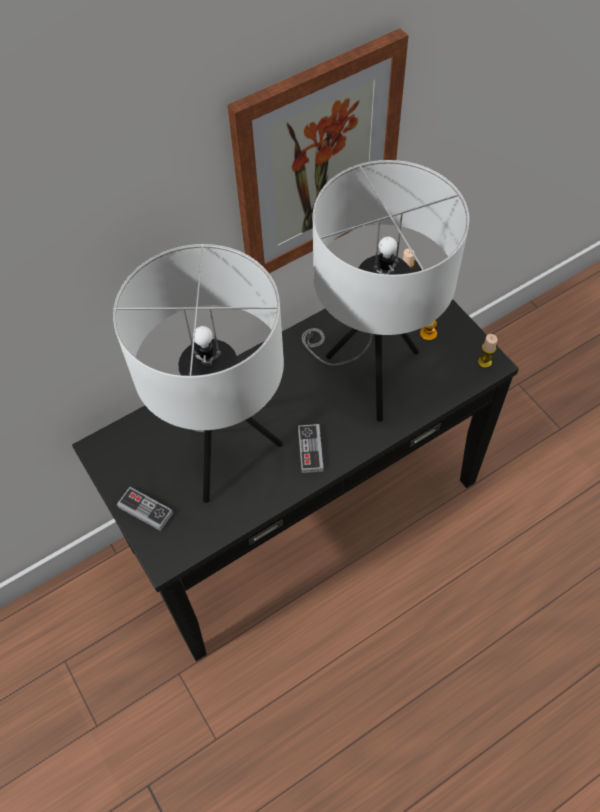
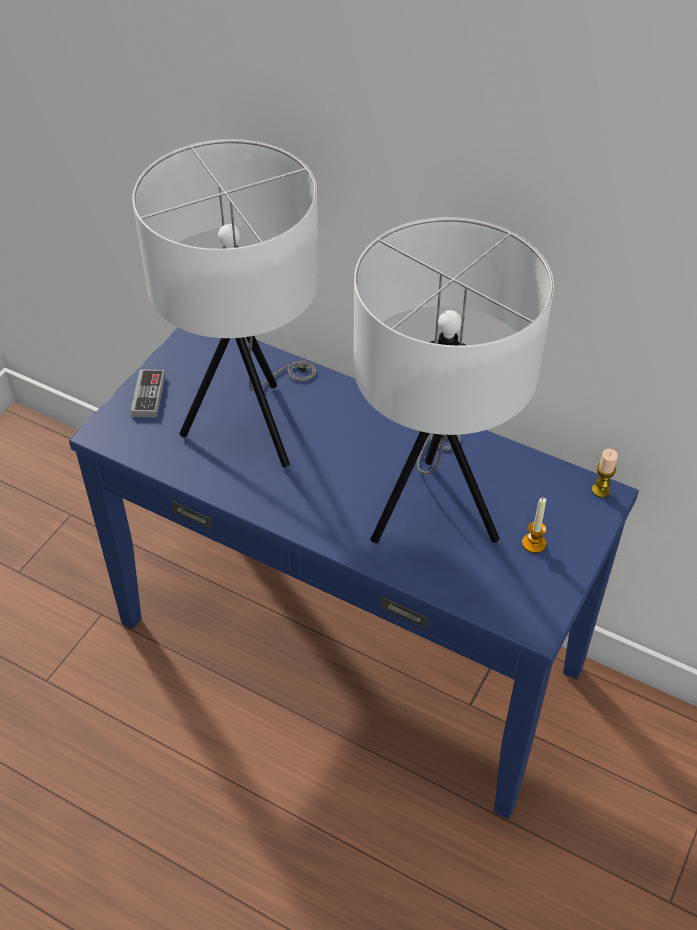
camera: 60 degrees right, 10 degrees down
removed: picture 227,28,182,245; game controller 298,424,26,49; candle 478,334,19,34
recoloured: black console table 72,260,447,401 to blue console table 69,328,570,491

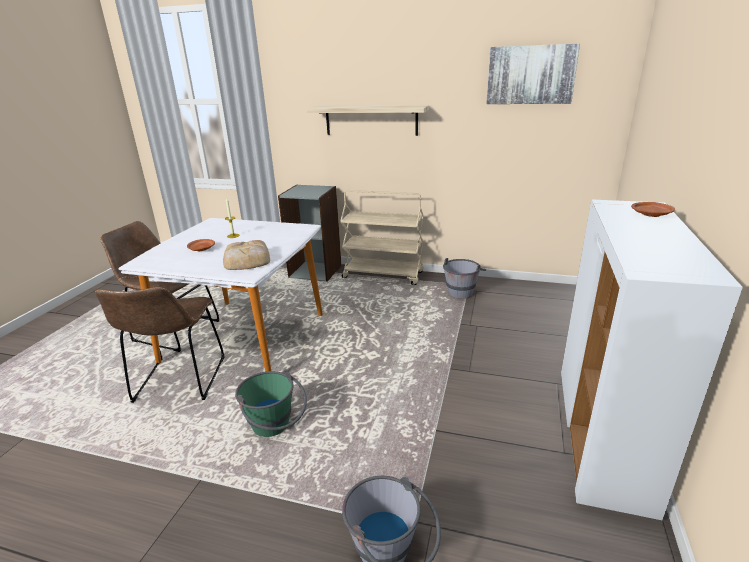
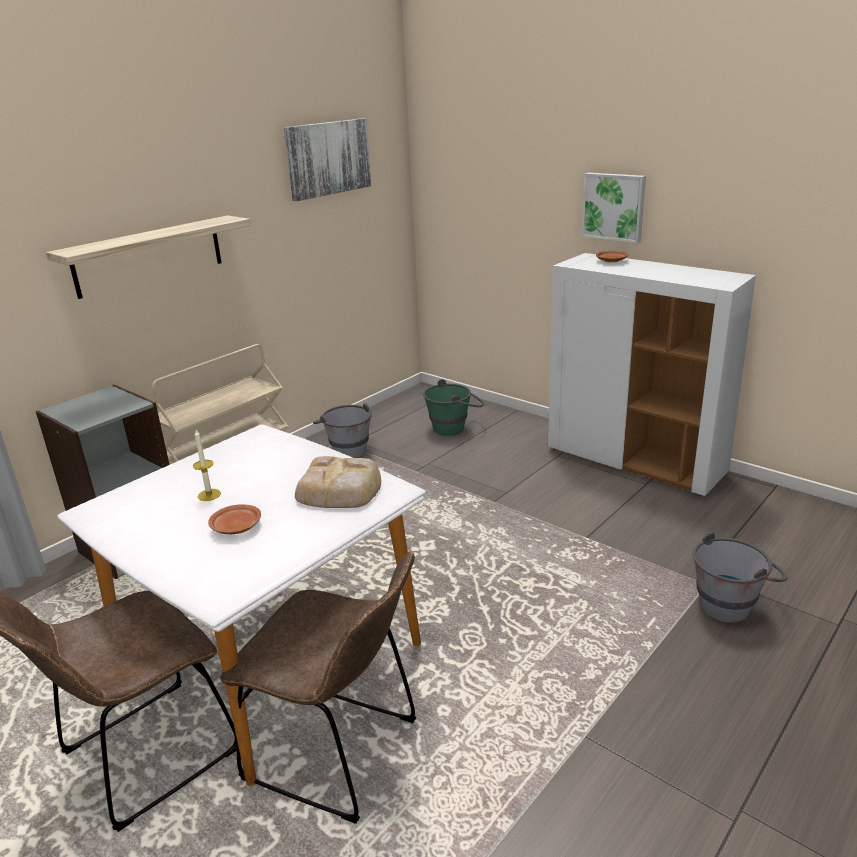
camera: 65 degrees left, 0 degrees up
added: picture 581,173,65,70
moved: green bucket 235,371,72,66 to 423,379,61,57

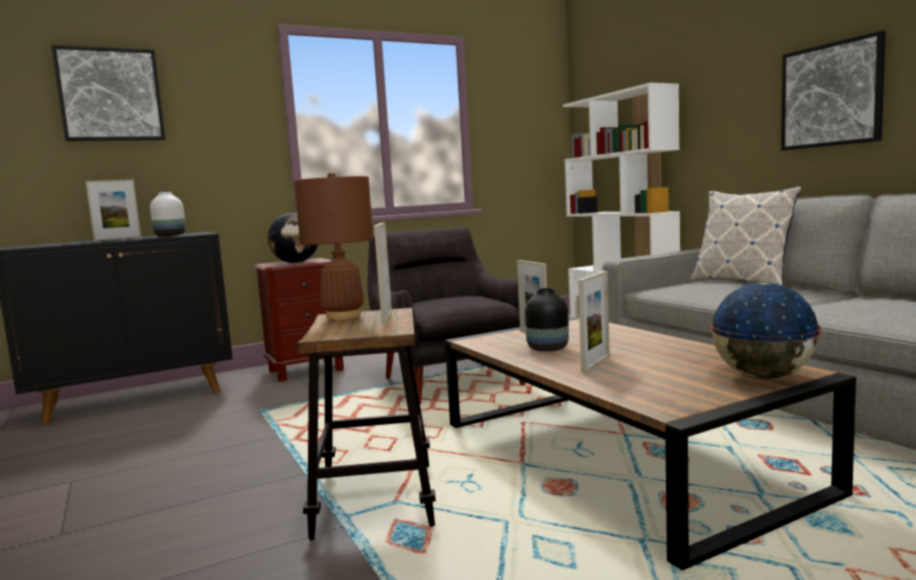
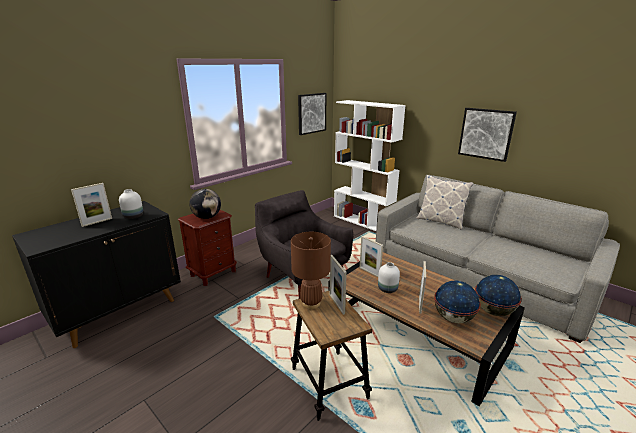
camera: 20 degrees left, 15 degrees up
added: globe 434,281,47,42
moved: picture 51,45,114,96 to 298,93,28,42
recoloured: black vase 525,288,44,63 to white vase 378,262,22,31

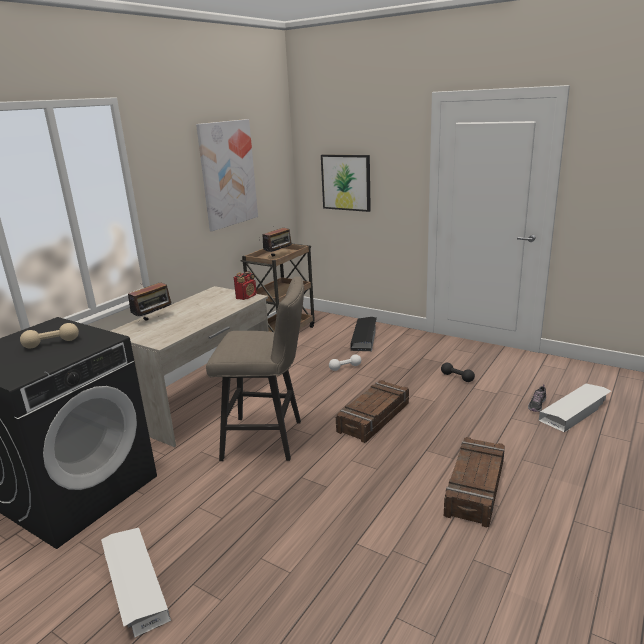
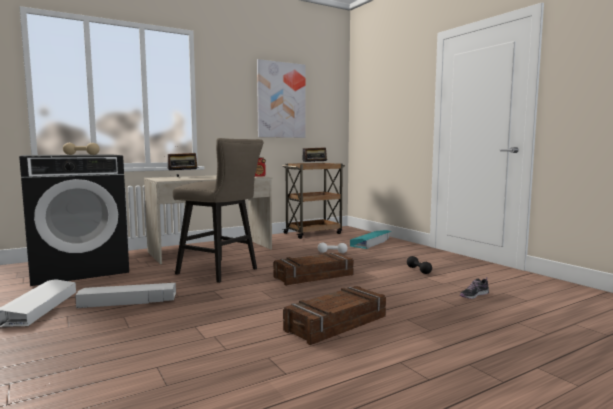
camera: 25 degrees right, 15 degrees down
removed: picture 321,154,50,58
moved: white storage box 539,384,72,49 to 75,283,101,25
recoloured: black storage box 351,317,26,34 to turquoise storage box 350,230,41,19

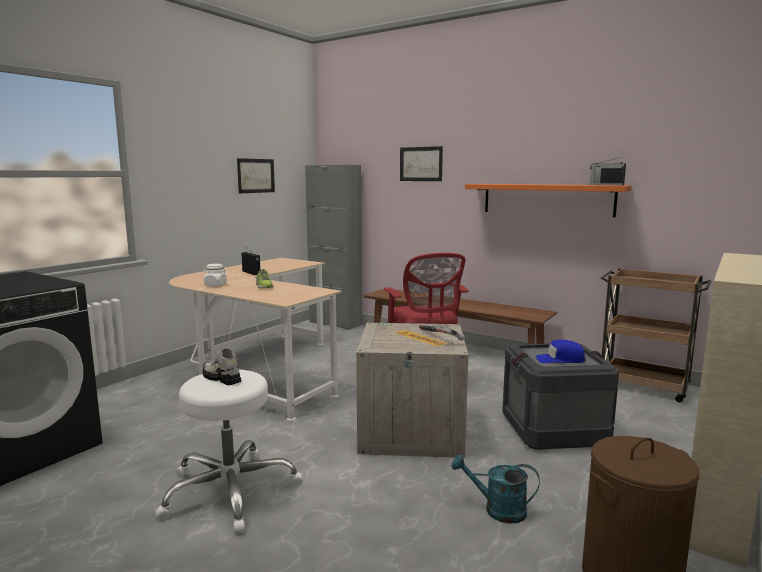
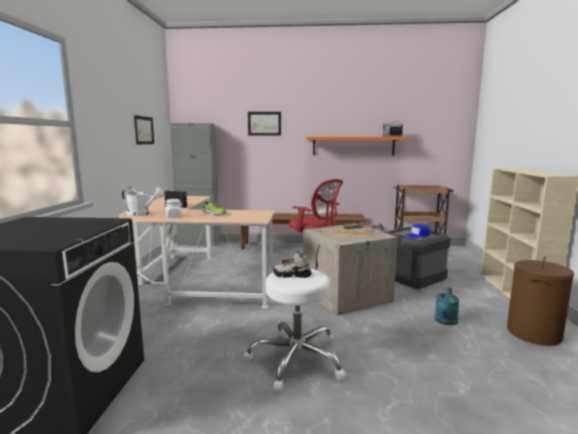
camera: 30 degrees left, 0 degrees up
added: white watering can 122,187,41,29
turned: turquoise watering can 452,454,88,70 = 435,287,25,38 45 degrees counterclockwise

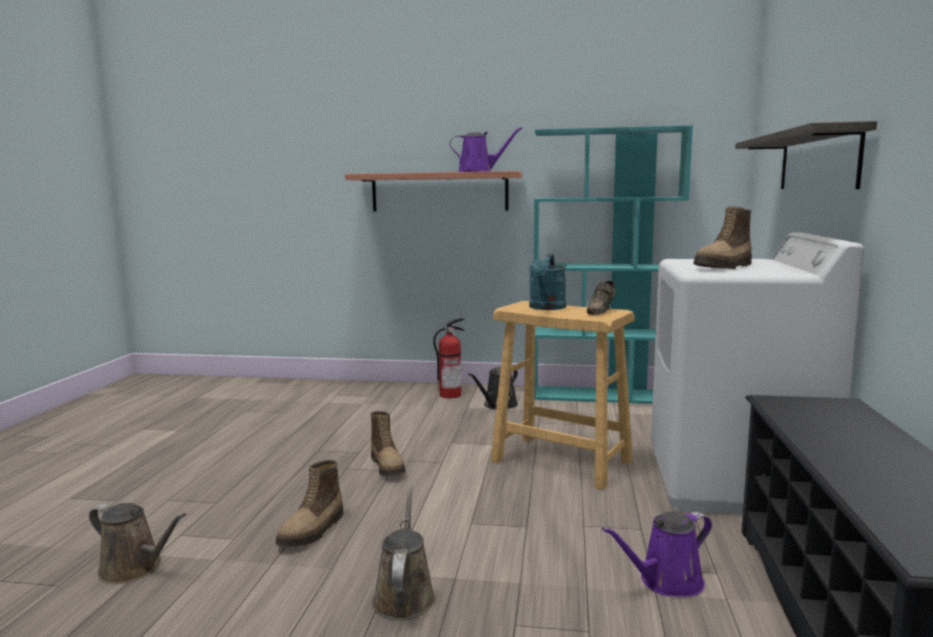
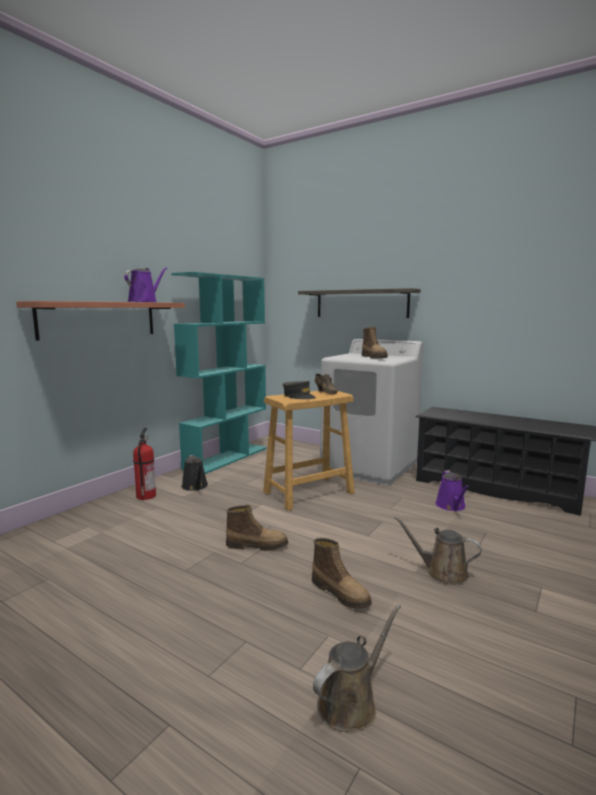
camera: 65 degrees left, 0 degrees up
replaced: turquoise watering can 529,254,37,56 to grey cap 283,381,33,18

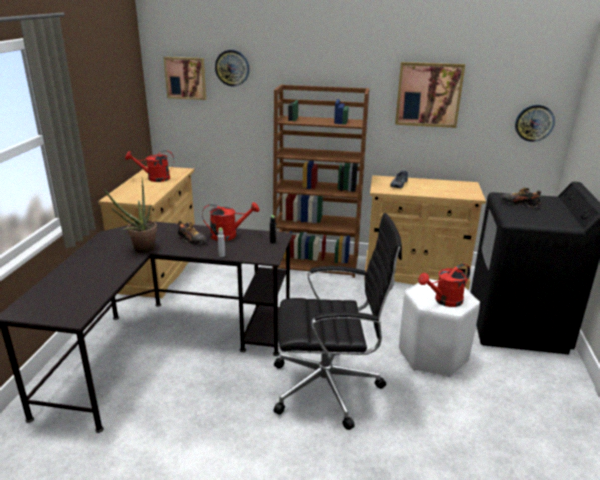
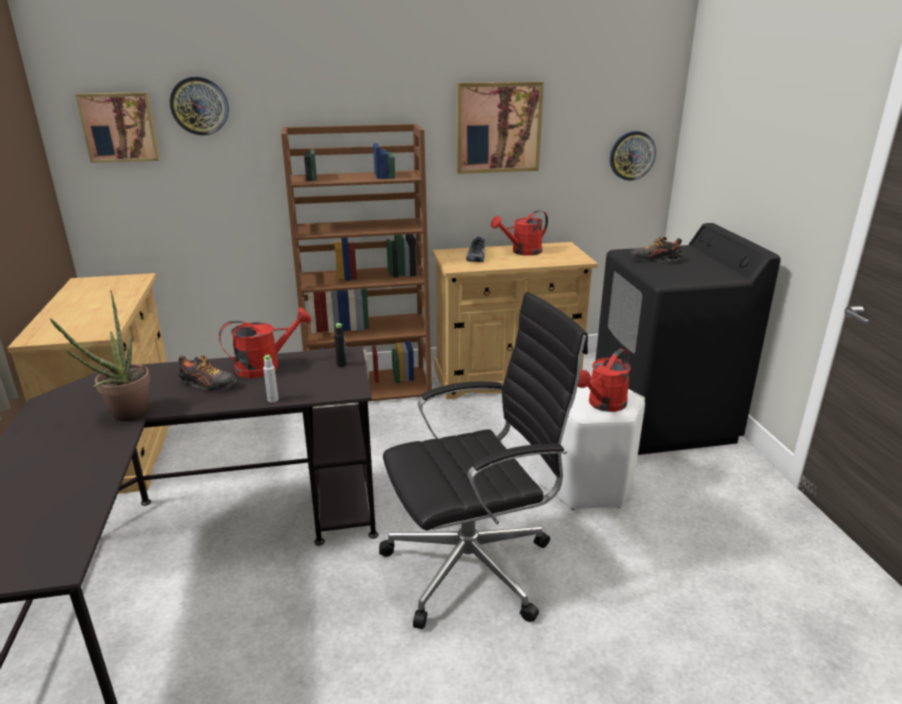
camera: 20 degrees left, 0 degrees up
moved: red watering can 125,150,49,32 to 491,210,57,46

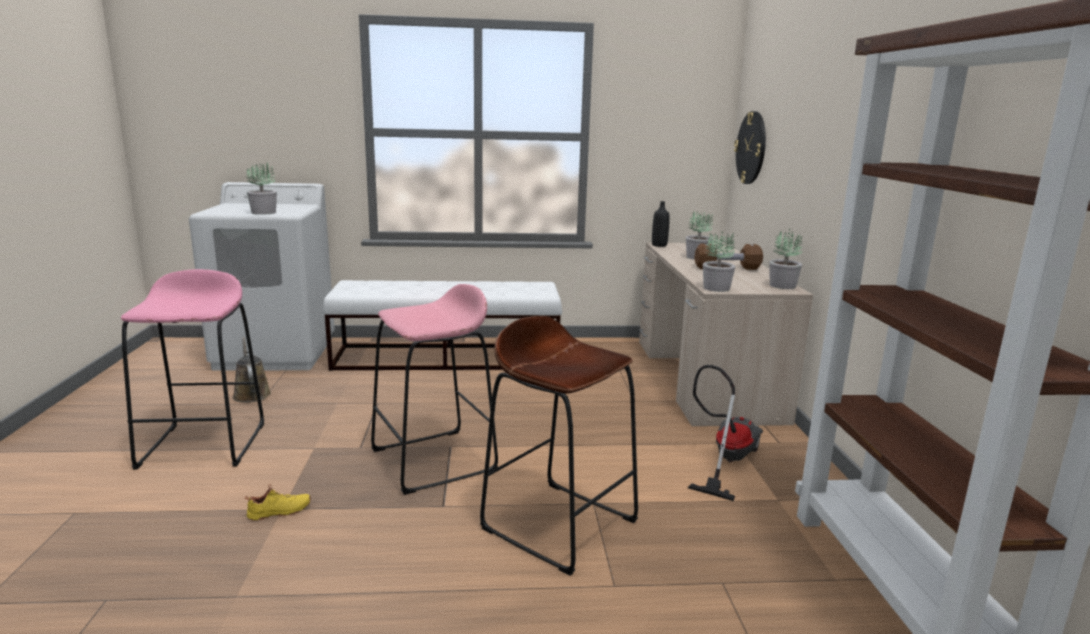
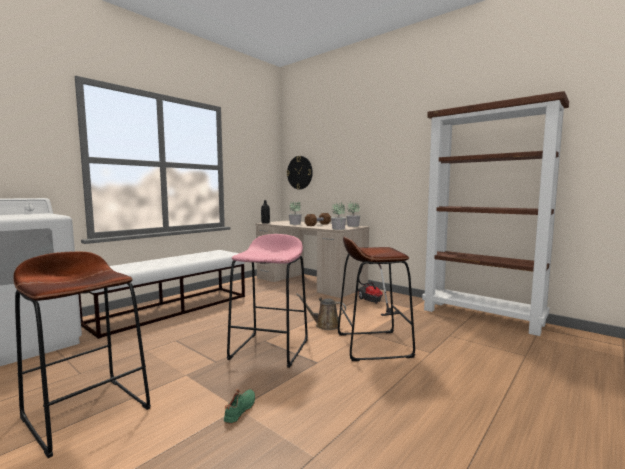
camera: 45 degrees left, 10 degrees down
removed: potted plant 246,162,31,53
moved: brown watering can 232,337,39,66 to 296,293,50,37
recoloured: pink stool 121,269,143,201 to brown stool 13,251,138,207; yellow shoe 245,484,66,37 to green shoe 224,389,31,35

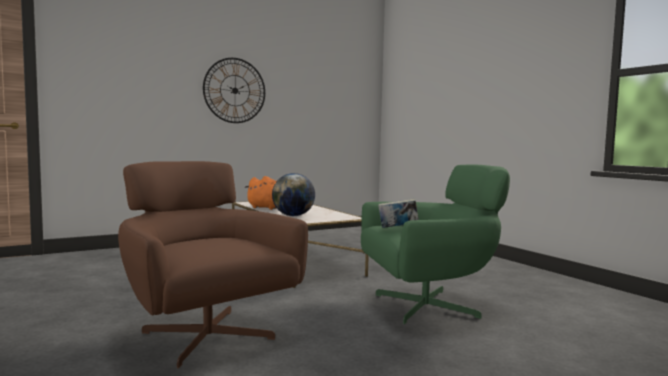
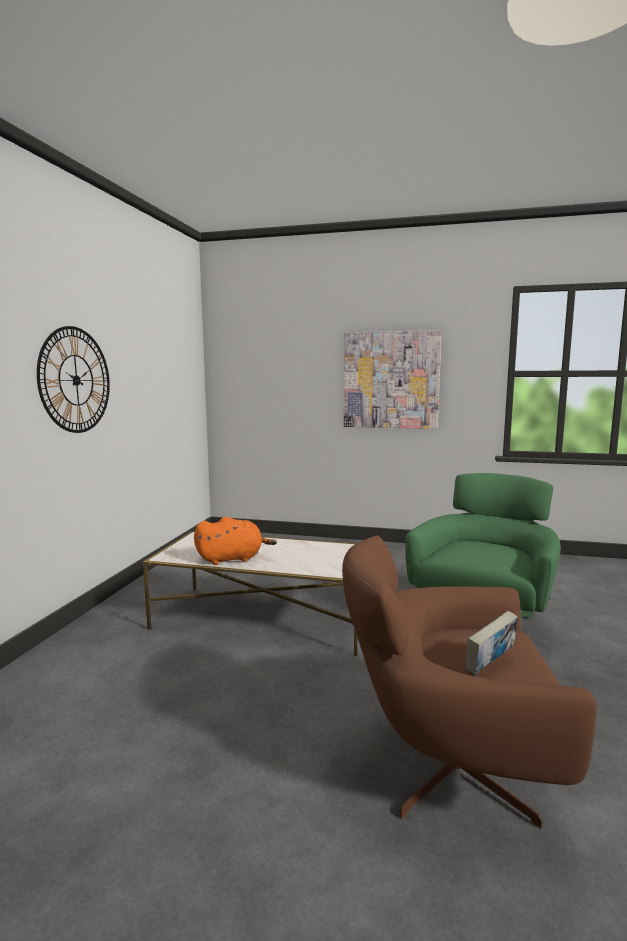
camera: 45 degrees left, 5 degrees up
removed: globe 272,173,43,43
added: picture 344,330,98,99
moved: book 378,199,41,29 to 465,611,53,64

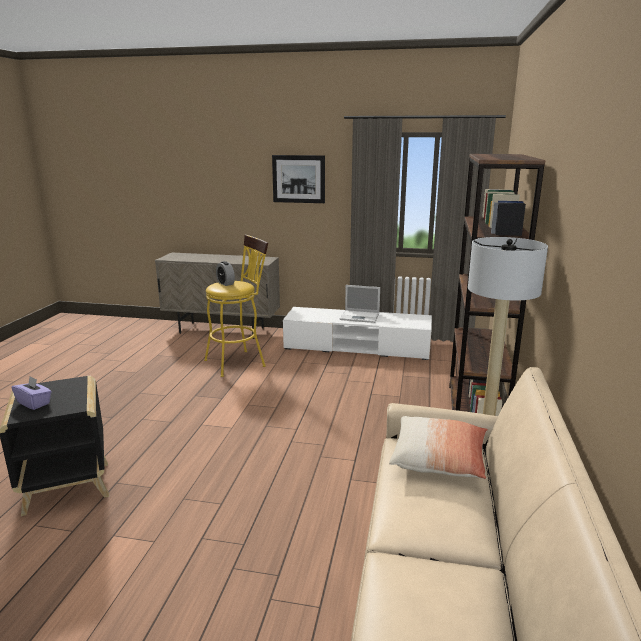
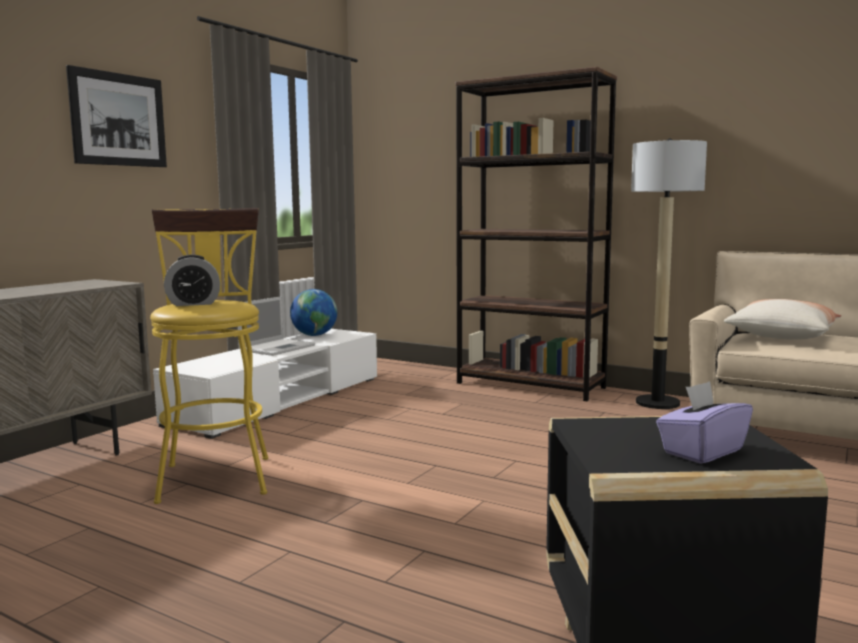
camera: 70 degrees left, 10 degrees down
added: globe 290,289,47,47

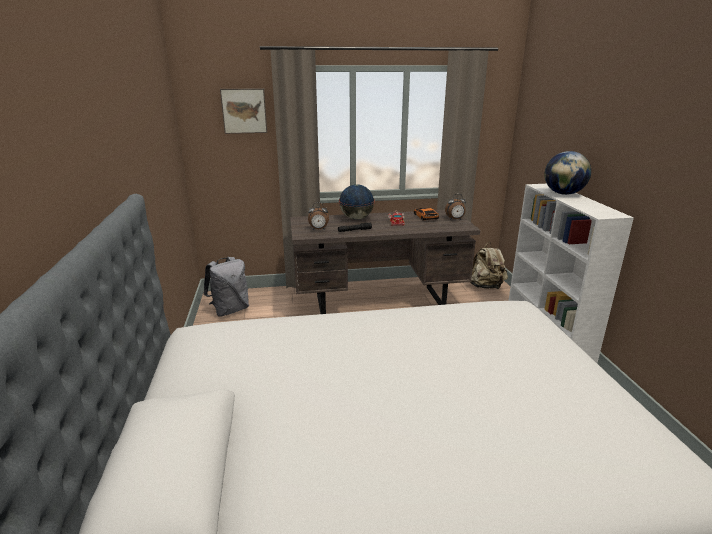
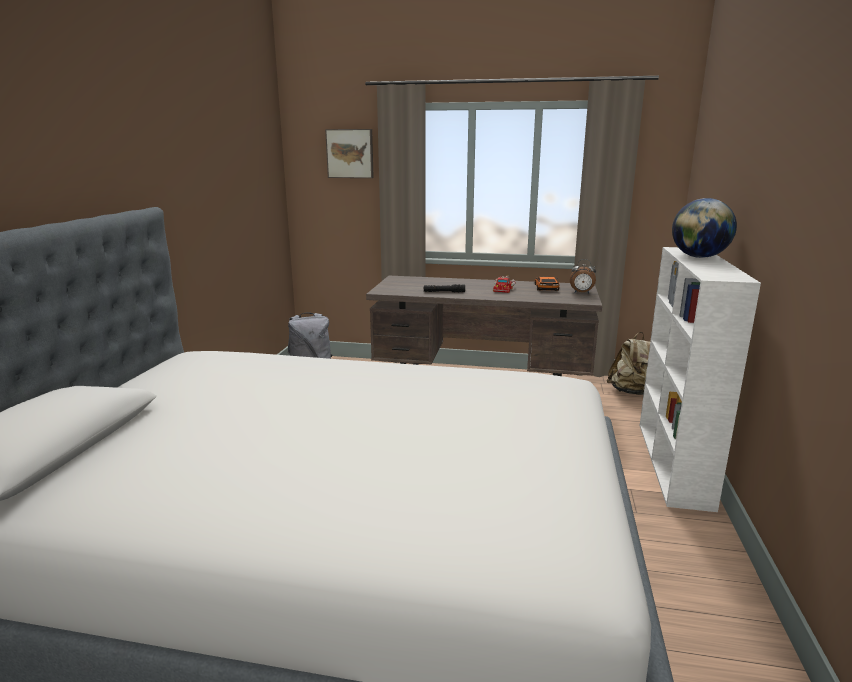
camera: 20 degrees right, 5 degrees down
removed: alarm clock 308,202,21,28; globe 339,184,36,35

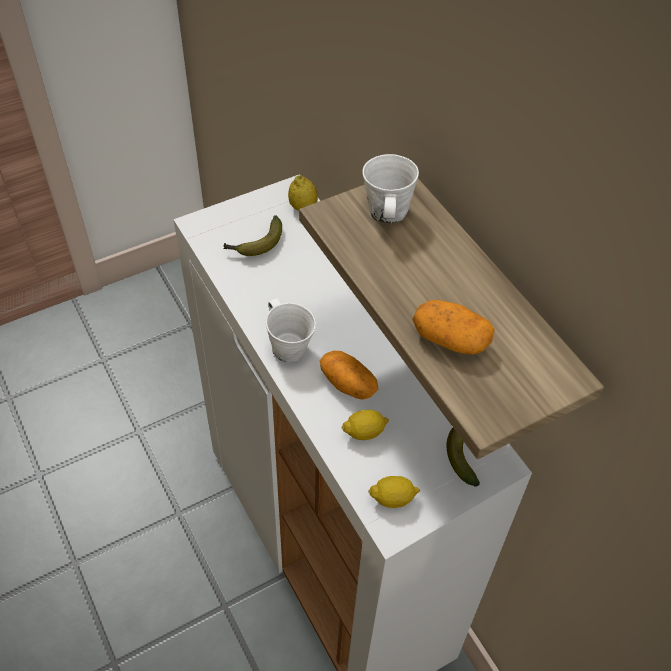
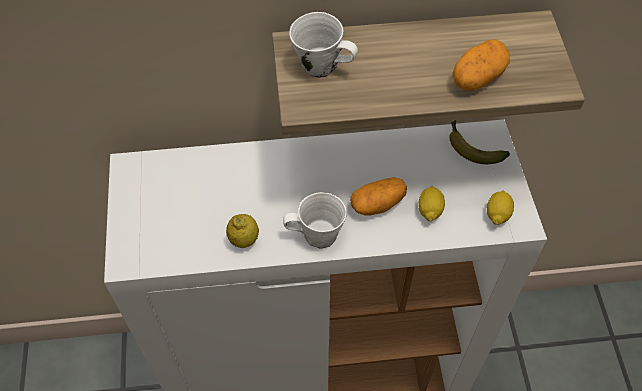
camera: 65 degrees left, 5 degrees up
removed: banana 223,215,59,41
moved: lemon 288,175,30,36 to 226,214,33,34

